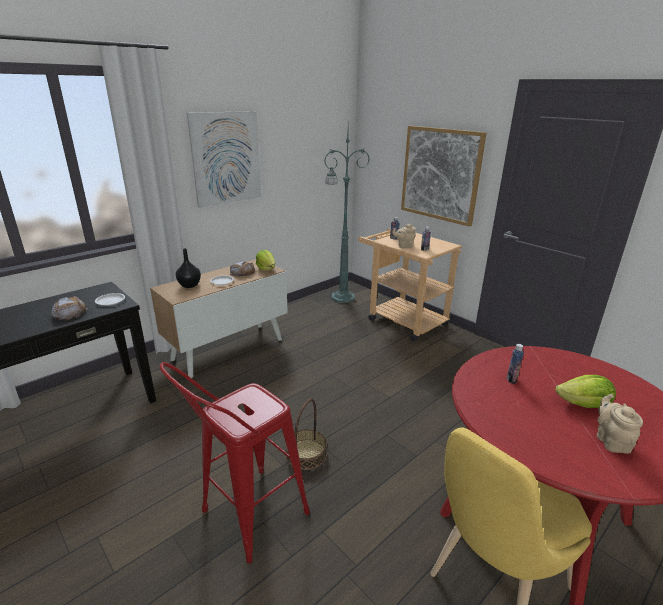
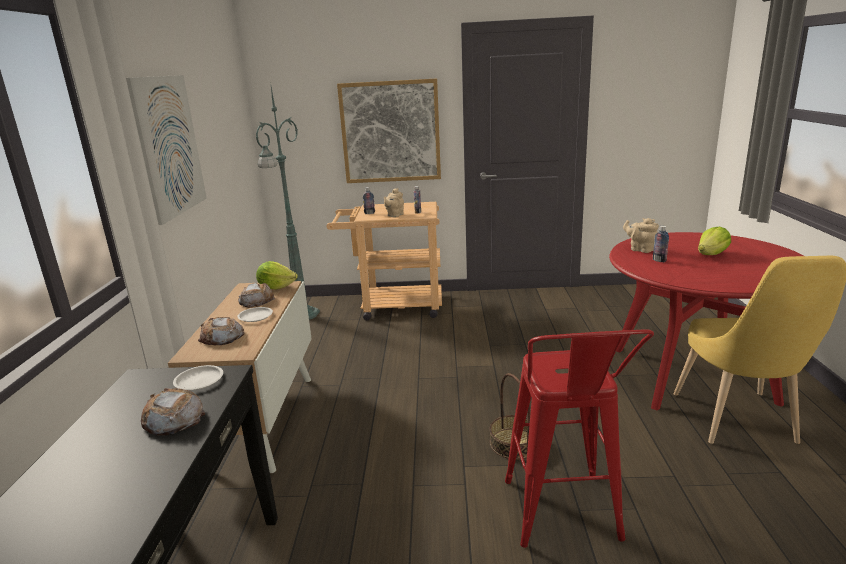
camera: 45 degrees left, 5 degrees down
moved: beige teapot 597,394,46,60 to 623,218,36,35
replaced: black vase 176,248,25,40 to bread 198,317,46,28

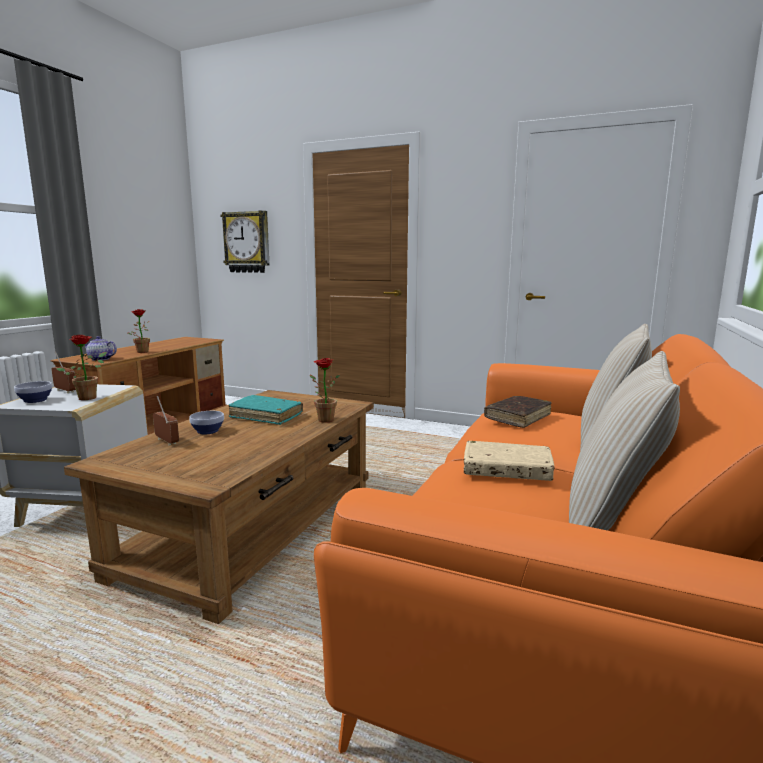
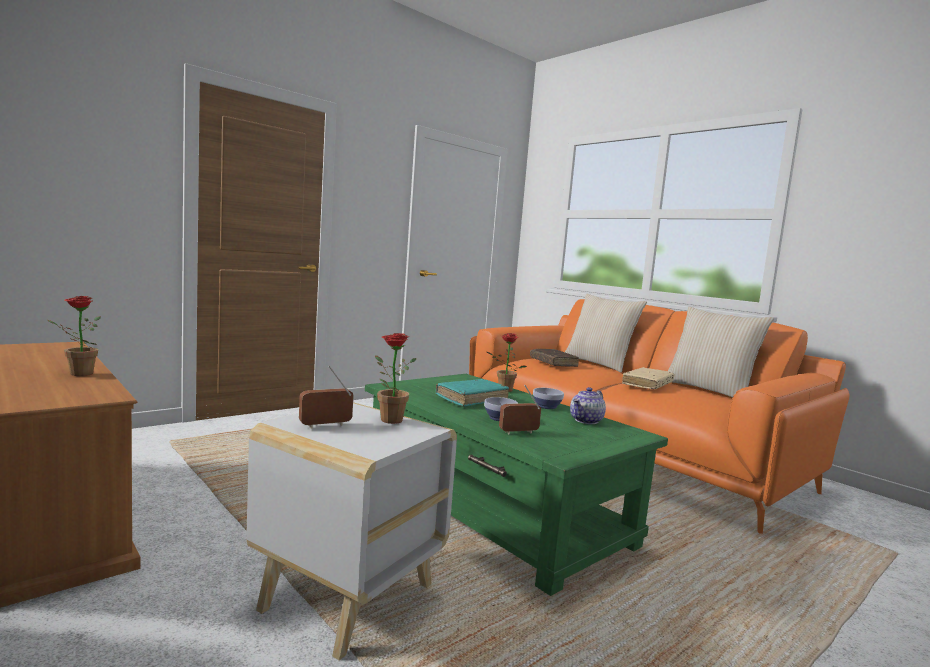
camera: 65 degrees left, 5 degrees down
removed: wall clock 220,211,50,62
moved: bowl 14,381,38,22 to 533,388,31,21; teapot 85,336,32,25 to 570,387,36,37
recoloured: brown coffee table 64,390,310,234 to green coffee table 365,374,303,222

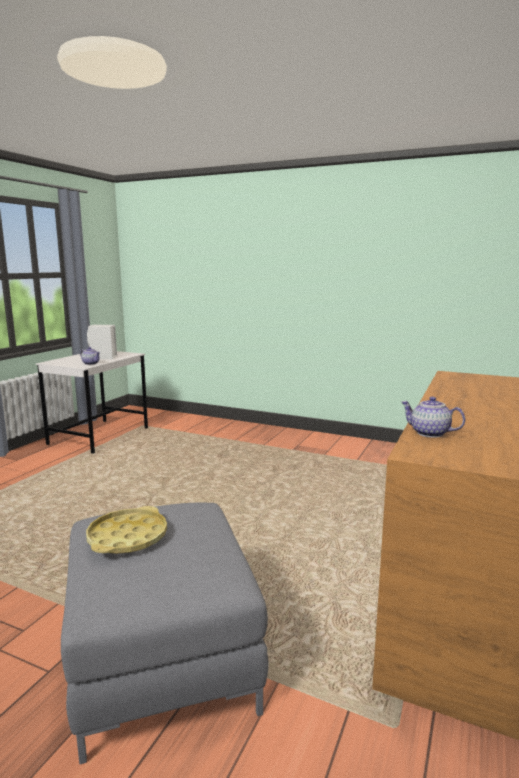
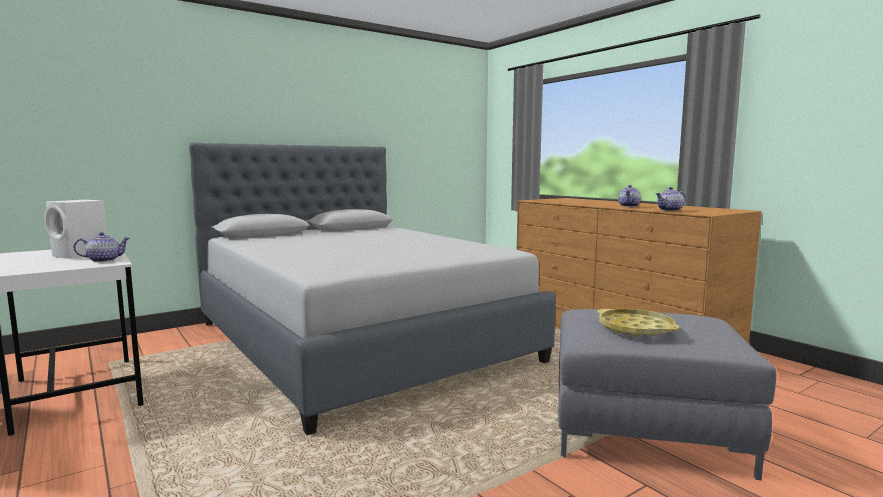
camera: 60 degrees left, 5 degrees down
added: grey bed 189,143,367,292; teapot 618,185,23,22

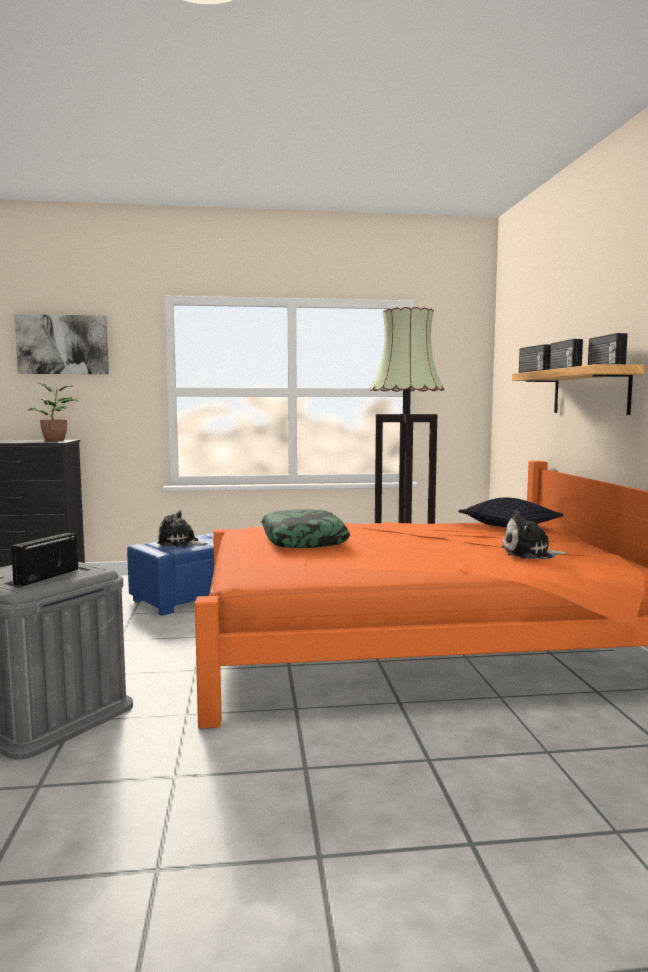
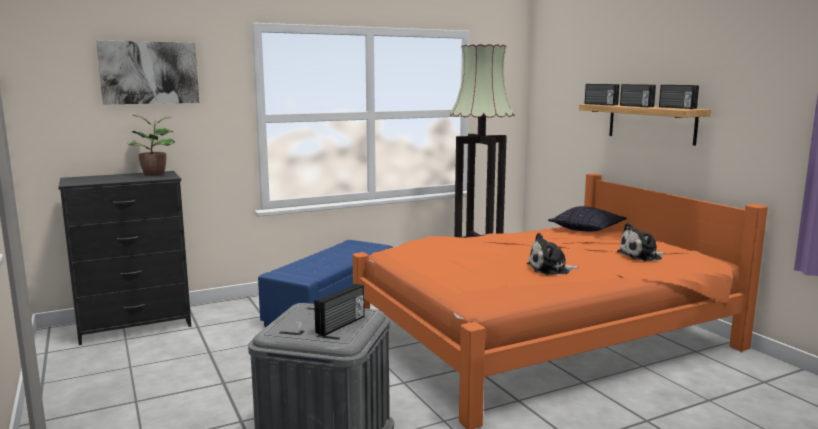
camera: 20 degrees left, 5 degrees up
removed: pillow 261,509,89,39
moved: plush toy 157,511,51,36 to 527,233,52,42
turned: radio 11,533,67,53 = 314,284,51,52 150 degrees counterclockwise

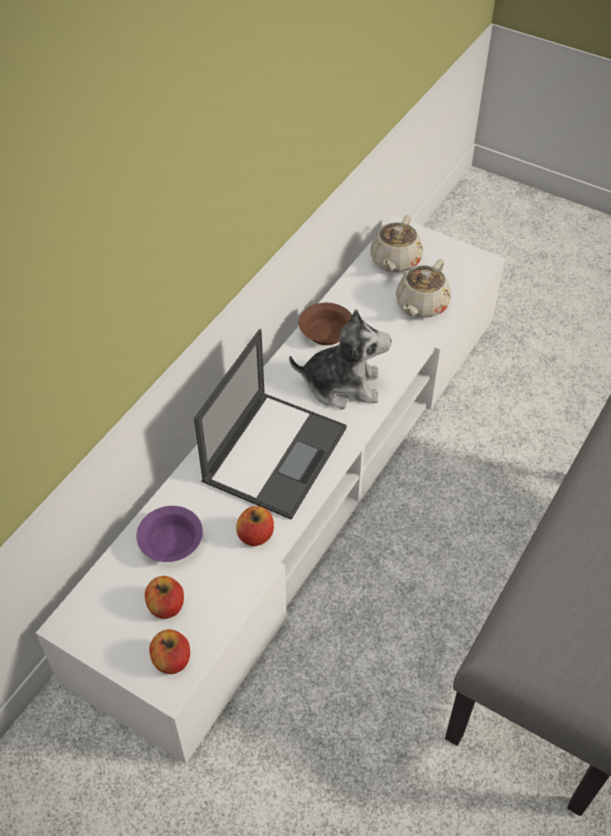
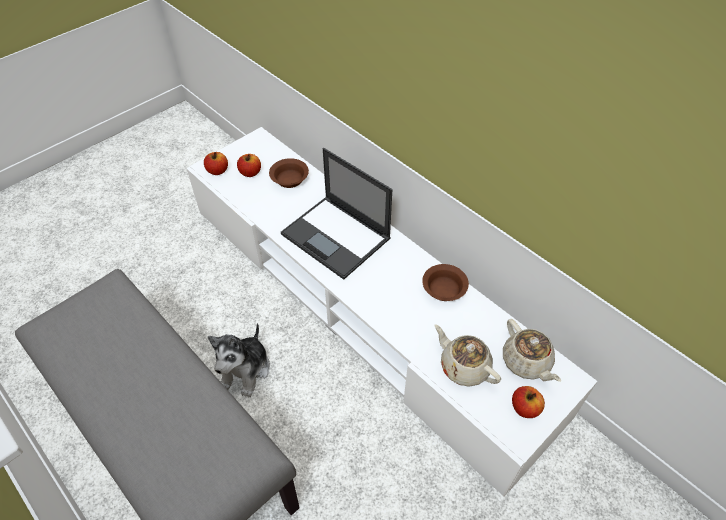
camera: 105 degrees right, 0 degrees up
moved: apple 236,506,38,40 to 512,386,33,32; plush toy 289,309,103,100 to 208,323,62,75
recoloured: purple bowl 136,506,67,56 to brown bowl 269,158,40,30
turned: beige teapot 370,215,53,57 = 503,319,58,63 150 degrees counterclockwise

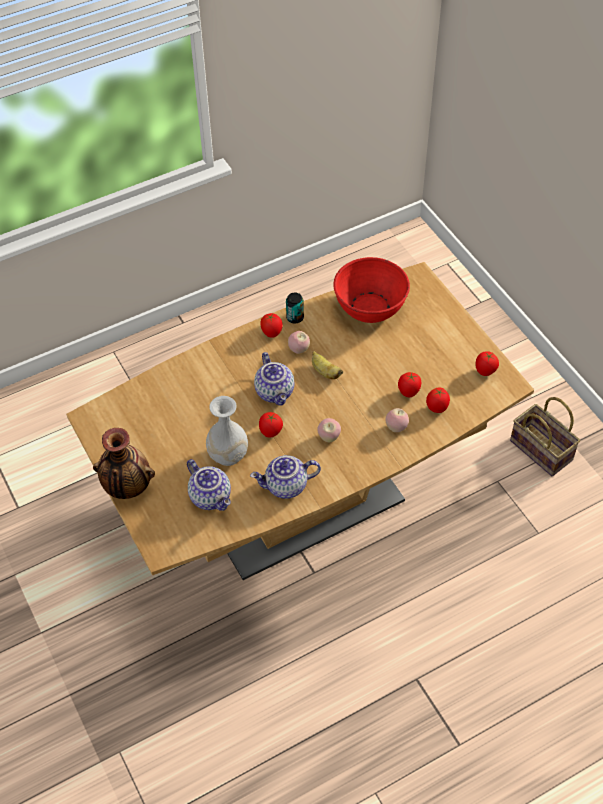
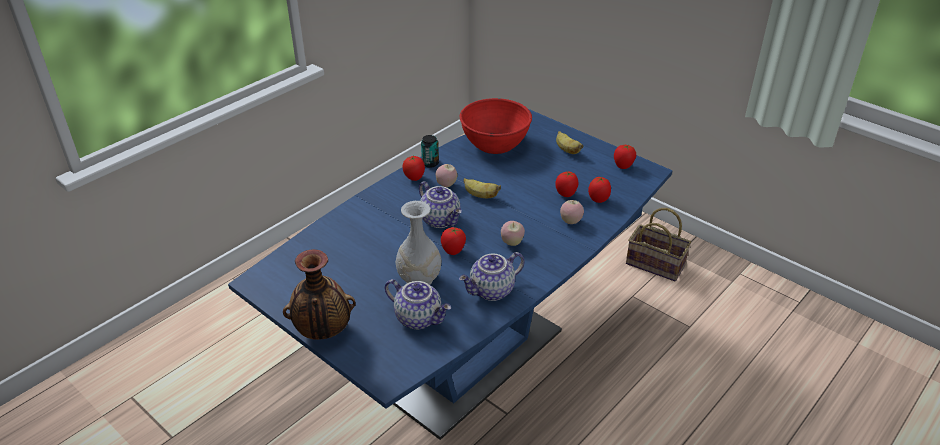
camera: 20 degrees left, 15 degrees down
added: banana 556,131,28,23
recoloured: brown dining table 66,262,468,318 to blue dining table 228,109,444,331

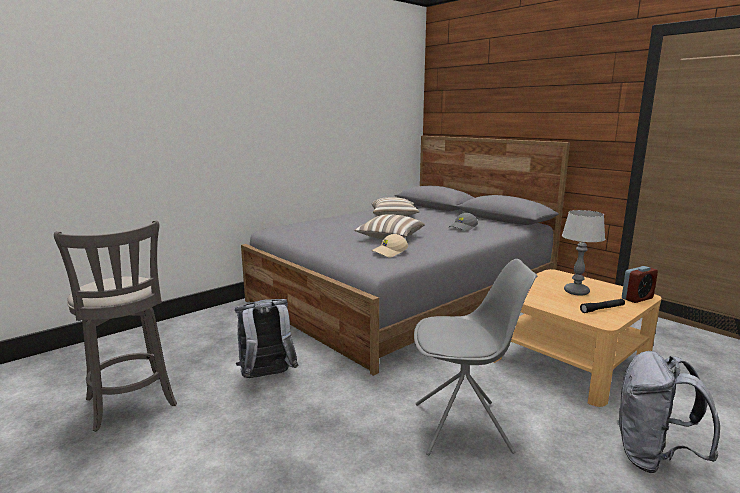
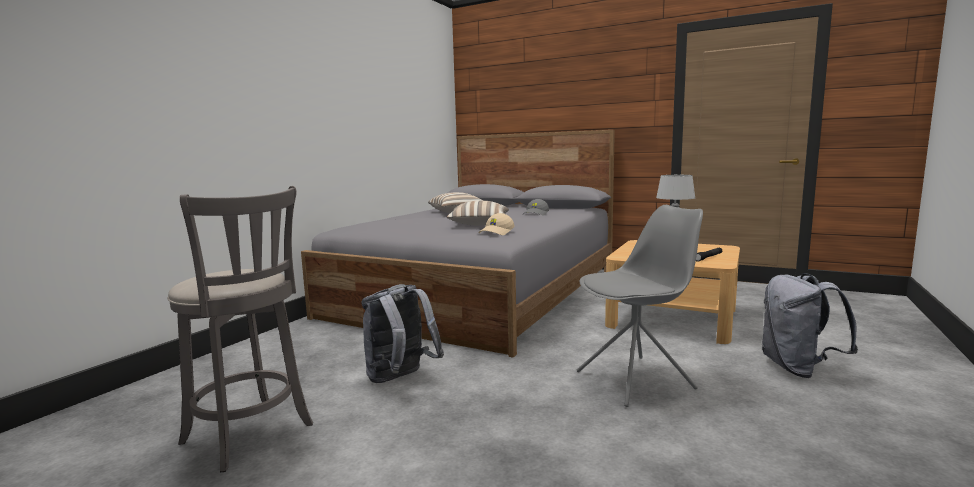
camera: 20 degrees left, 5 degrees down
removed: alarm clock 622,266,36,37

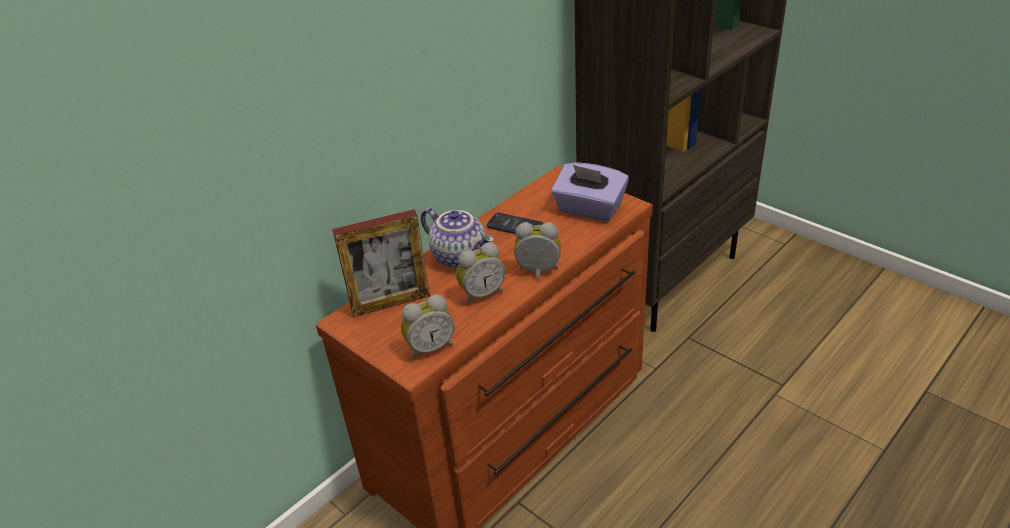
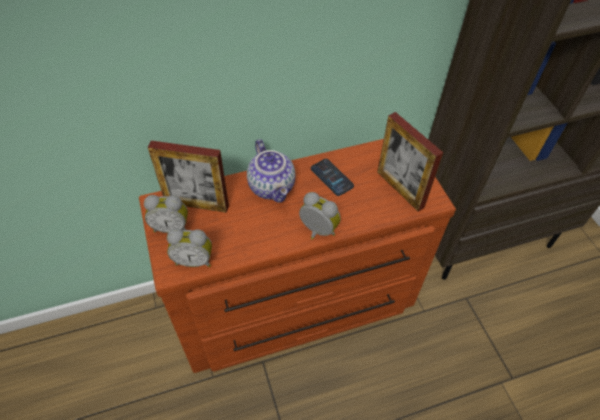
camera: 25 degrees right, 15 degrees up
moved: alarm clock 456,242,49,63 to 144,195,44,38
replaced: purple tissue box 551,163,78,58 to picture frame 377,112,66,100

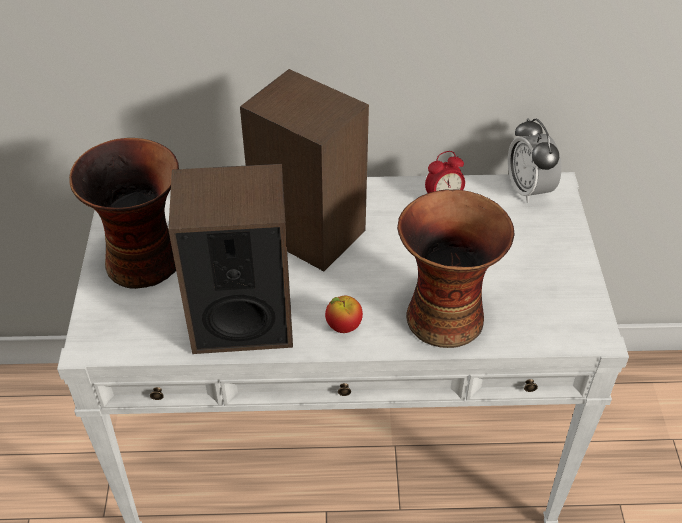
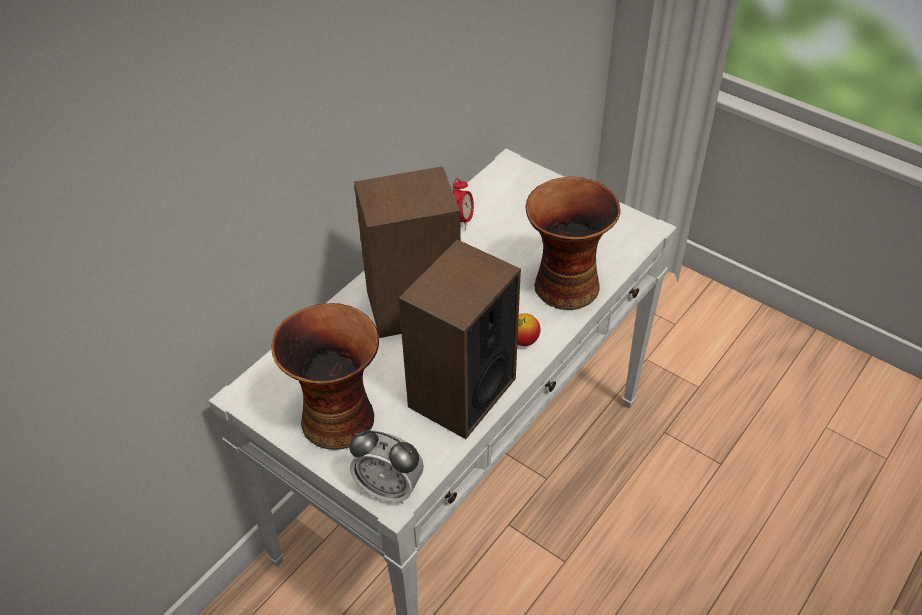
camera: 50 degrees left, 0 degrees up
moved: alarm clock 508,118,54,85 to 349,430,75,74

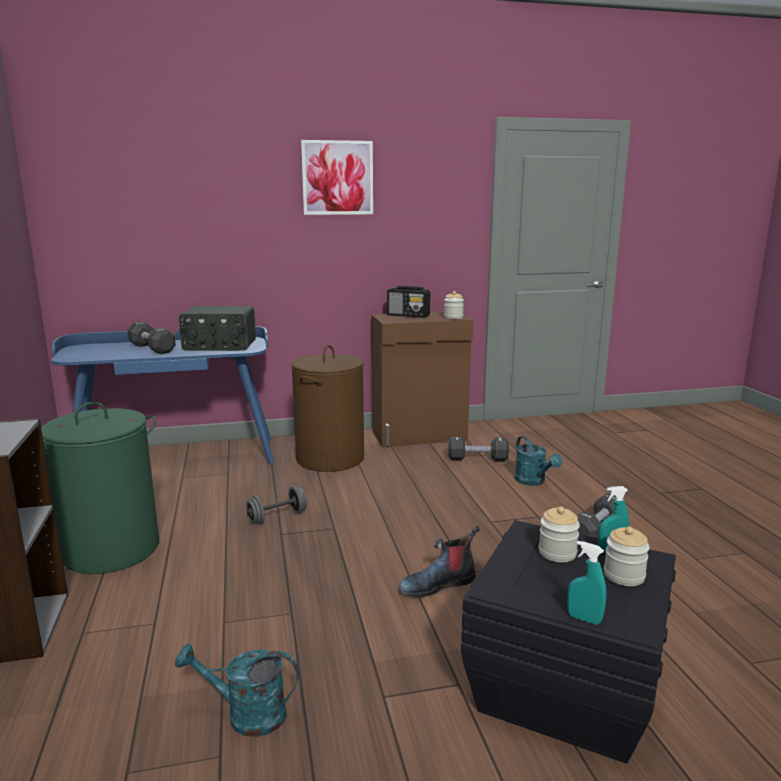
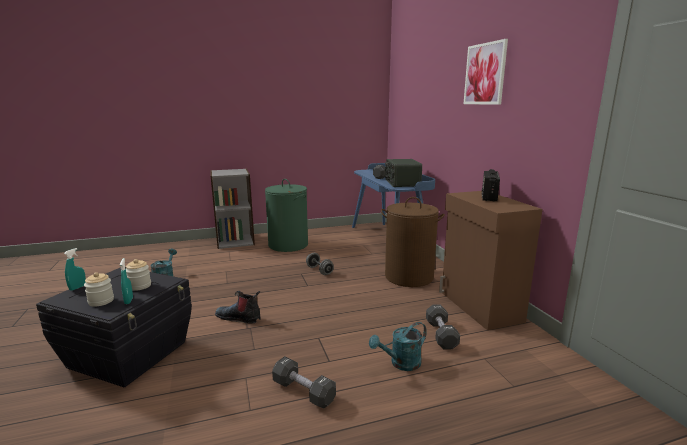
camera: 85 degrees right, 0 degrees up
removed: jar 444,291,20,28
turned: boot 399,526,81,71 = 215,291,45,33 45 degrees counterclockwise

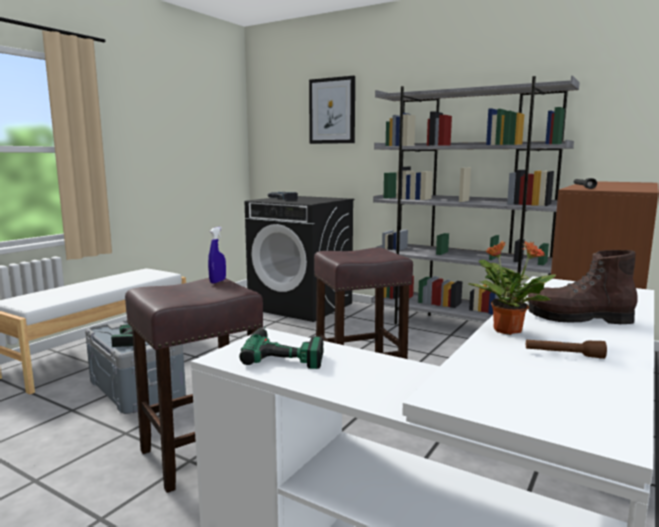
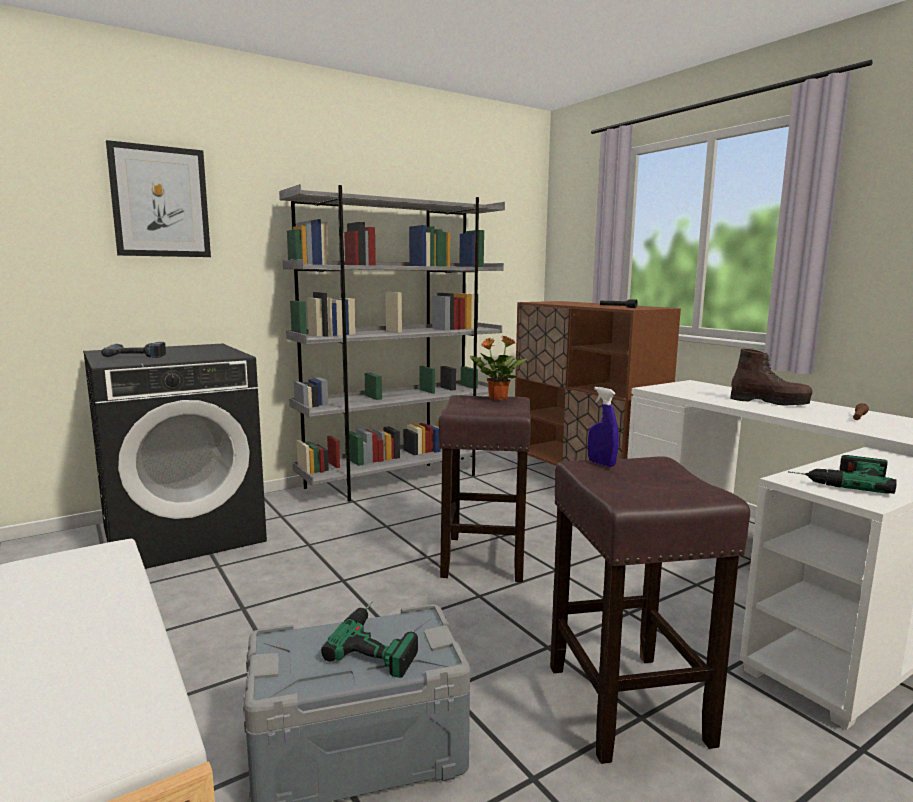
camera: 65 degrees left, 0 degrees up
moved: potted plant 468,241,88,94 to 470,336,57,64
turned: brown boot 528,250,109,74 = 730,348,83,58 90 degrees counterclockwise

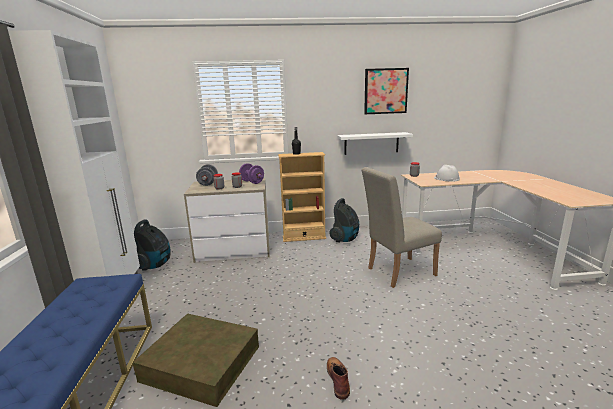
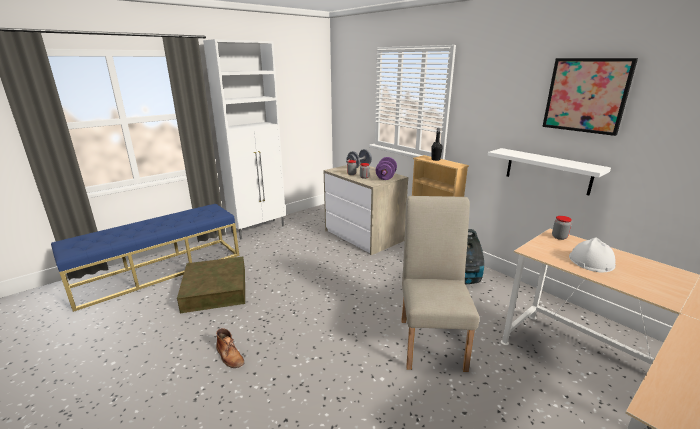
camera: 55 degrees right, 5 degrees up
removed: vacuum cleaner 134,219,36,52
turned: brown boot 327,357,23,43 = 216,328,28,40 90 degrees clockwise; beige chair 362,167,80,121 = 401,196,79,176 60 degrees clockwise

